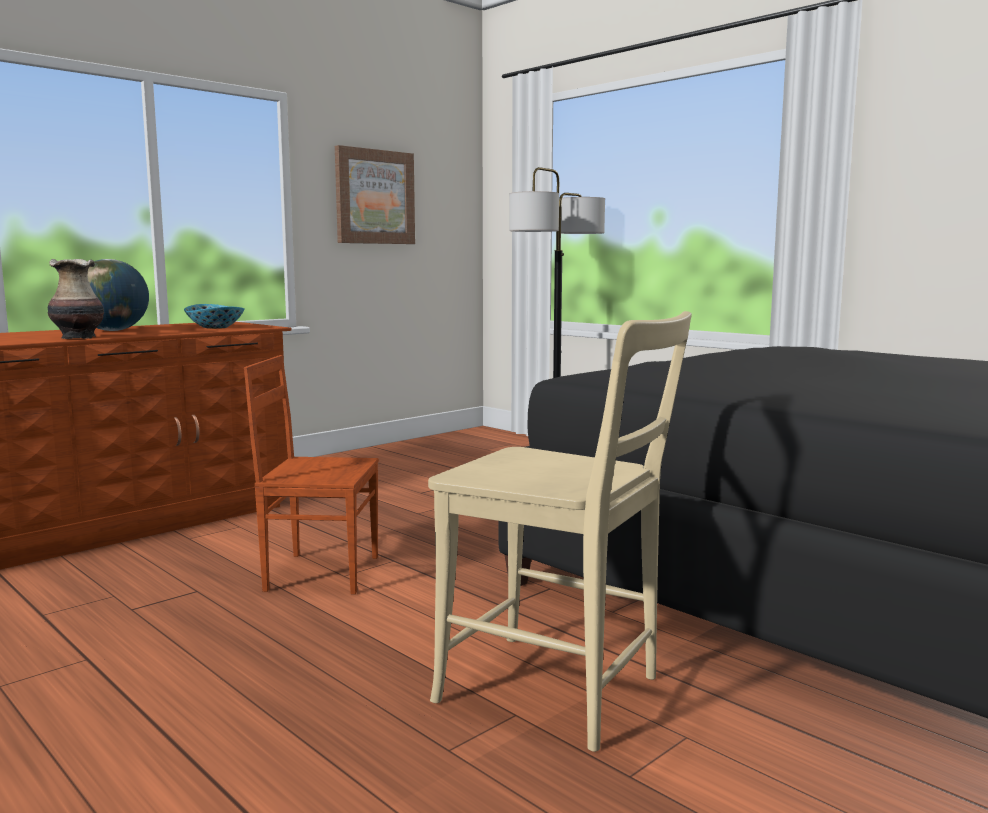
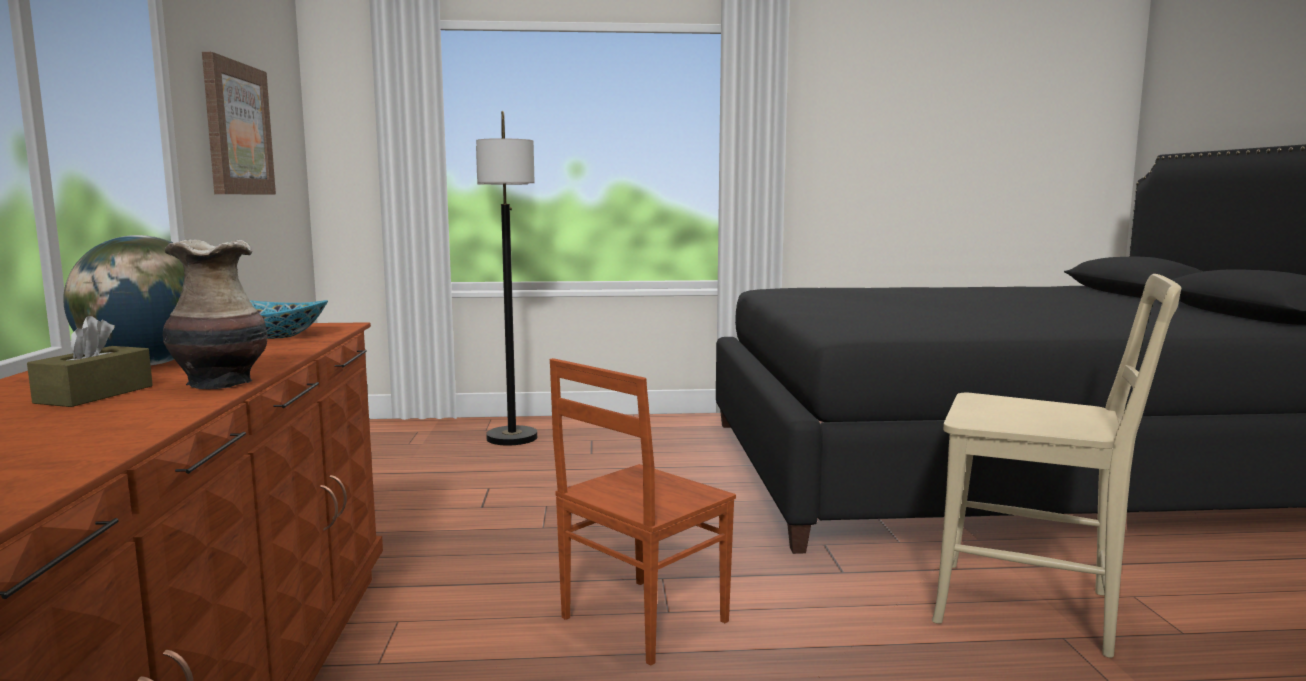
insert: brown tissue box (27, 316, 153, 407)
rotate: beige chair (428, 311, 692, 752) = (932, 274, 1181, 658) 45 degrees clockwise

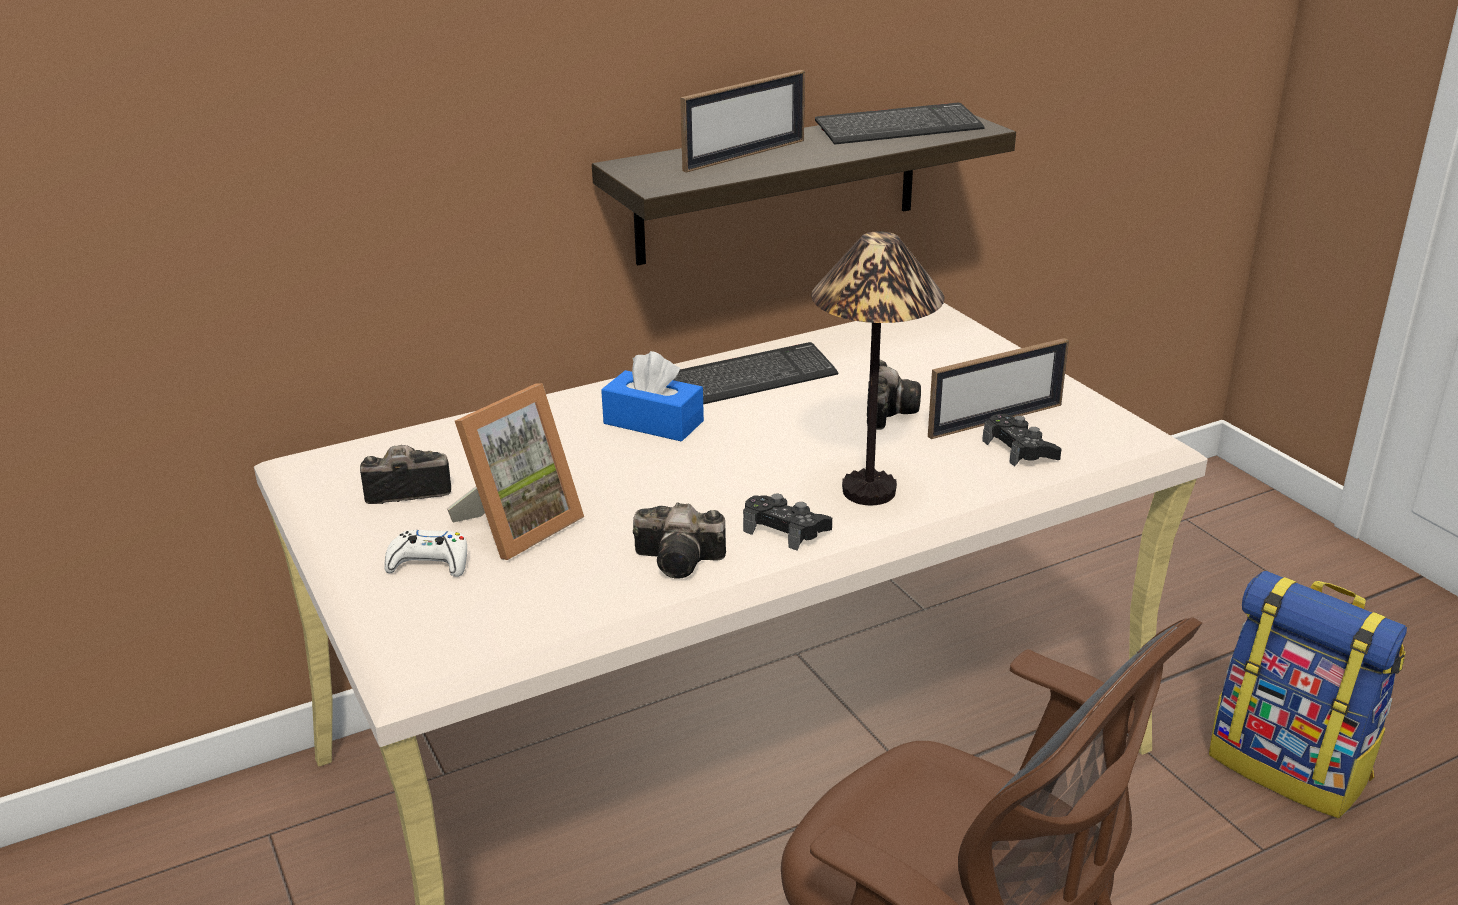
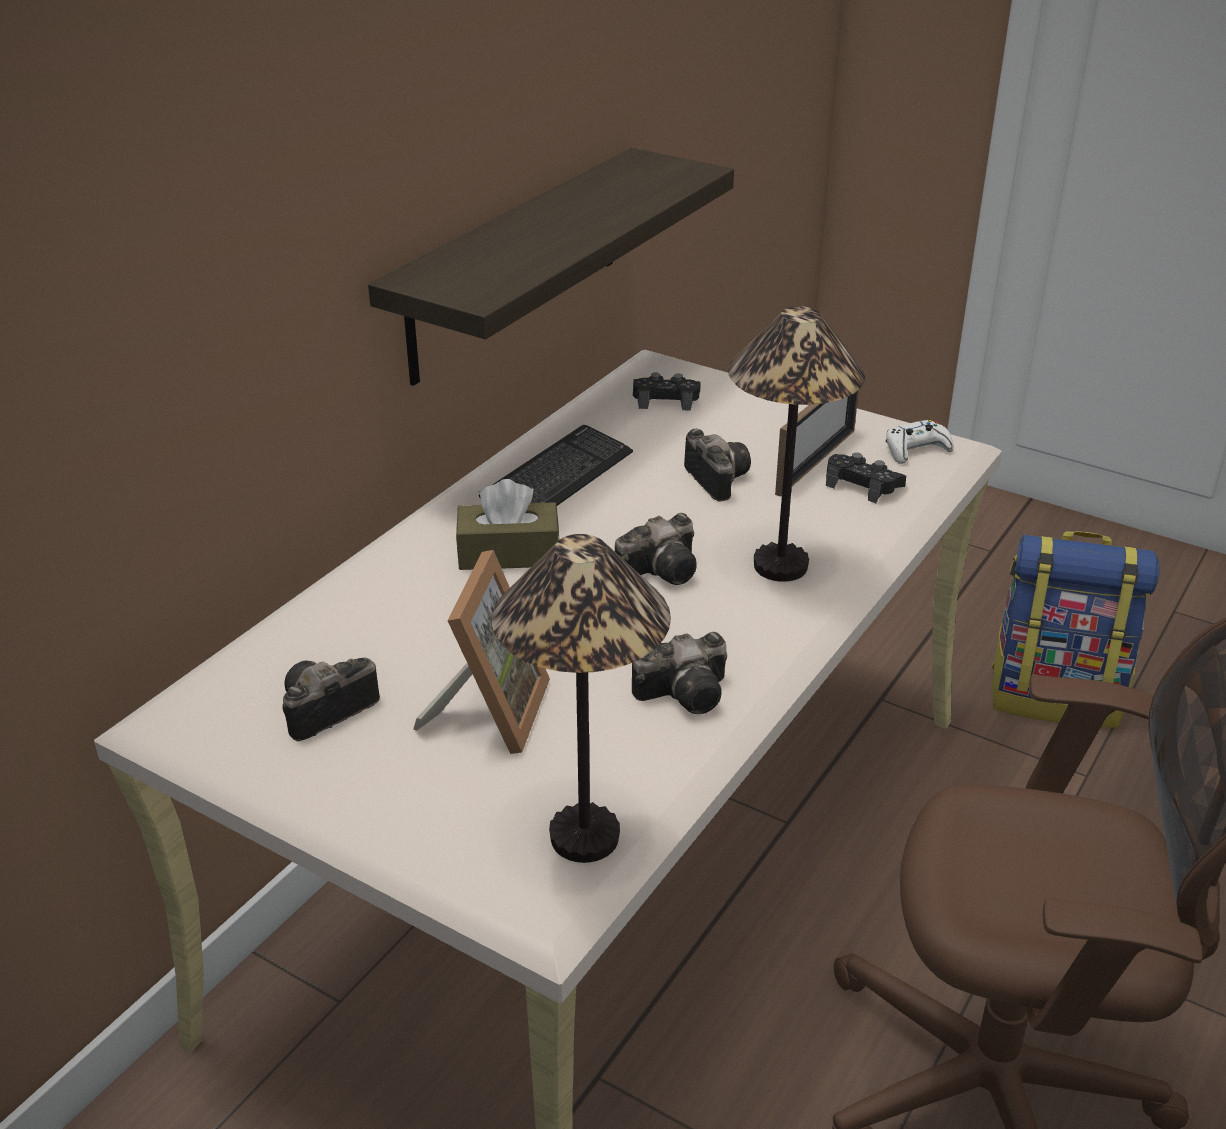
delete: picture frame (680, 70, 805, 173); keyboard (815, 103, 985, 145)
insert: table lamp (492, 534, 671, 863); photo camera (615, 513, 697, 585)
move: black game controller (743, 494, 832, 551) to (633, 373, 701, 411); white game controller (384, 530, 467, 577) to (886, 420, 954, 464)
recolor: blue tissue box (601, 351, 704, 442) to brown tissue box (456, 479, 559, 570)

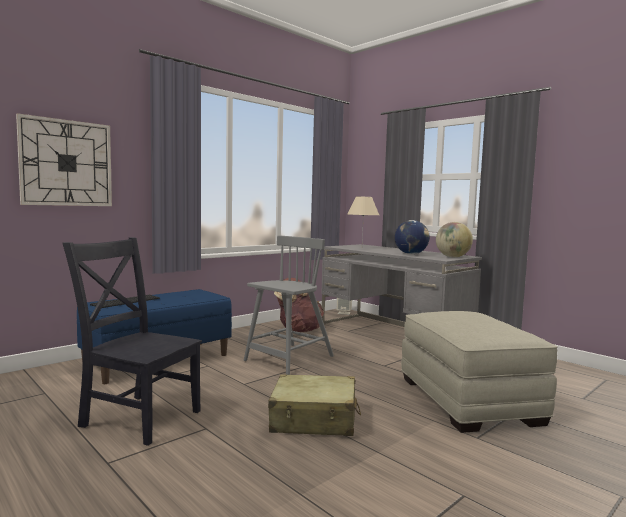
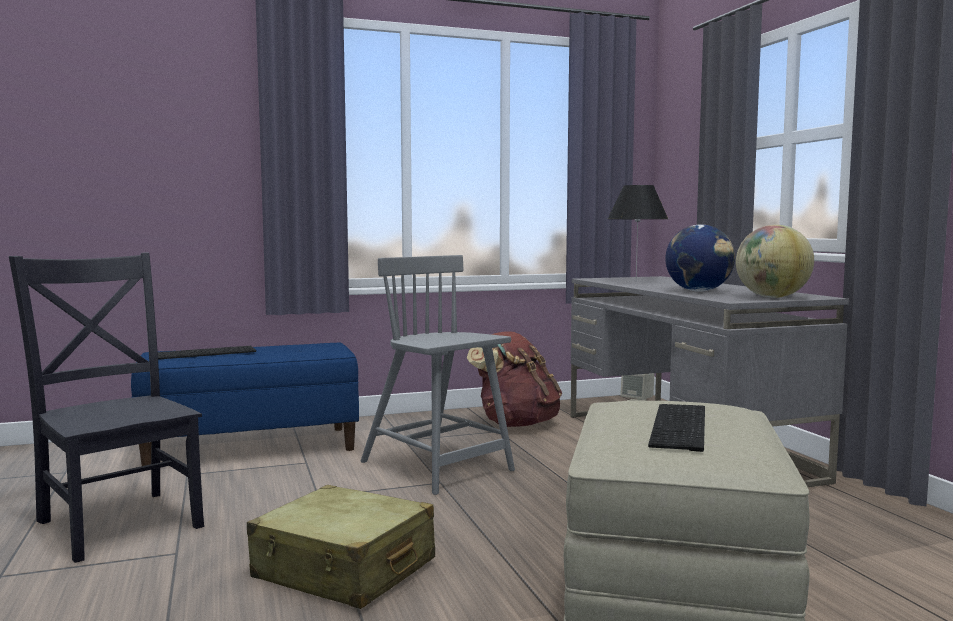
delete: wall clock (16, 113, 112, 206)
insert: keyboard (648, 404, 705, 452)
recolor: beige table lamp (348, 197, 379, 240) to black table lamp (608, 185, 668, 282)
rotate: grey chair (244, 235, 334, 375) = (361, 255, 515, 495) 105 degrees counterclockwise

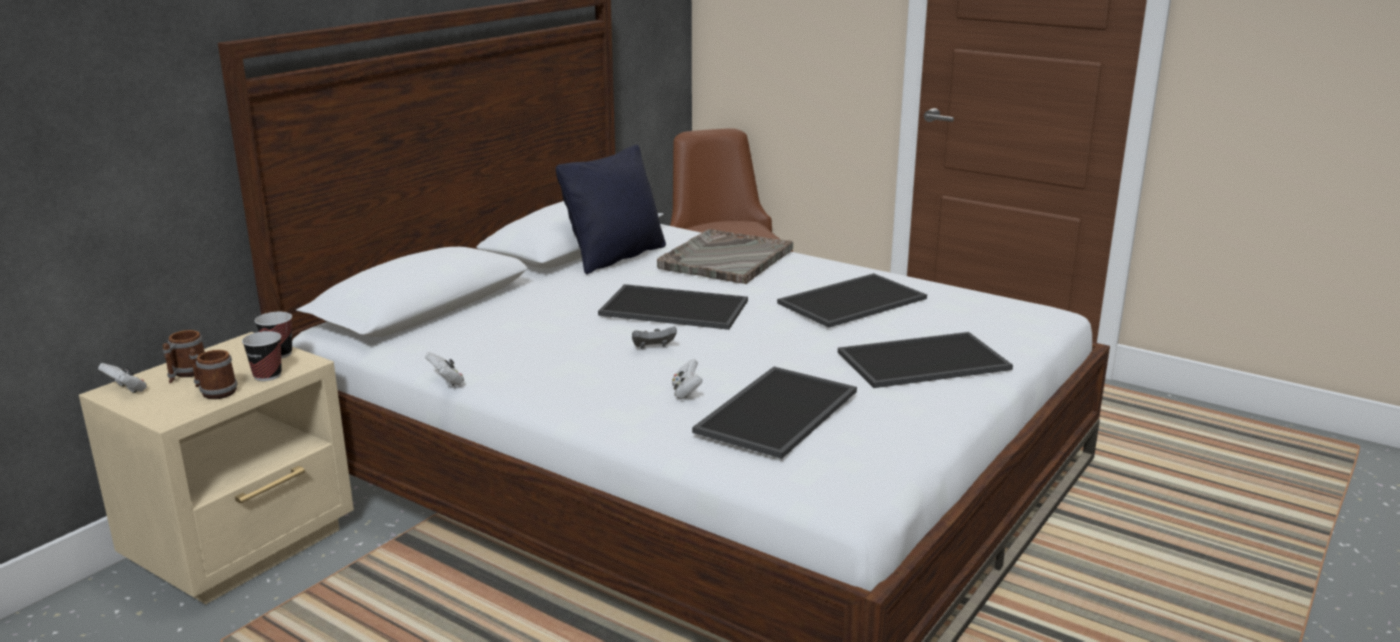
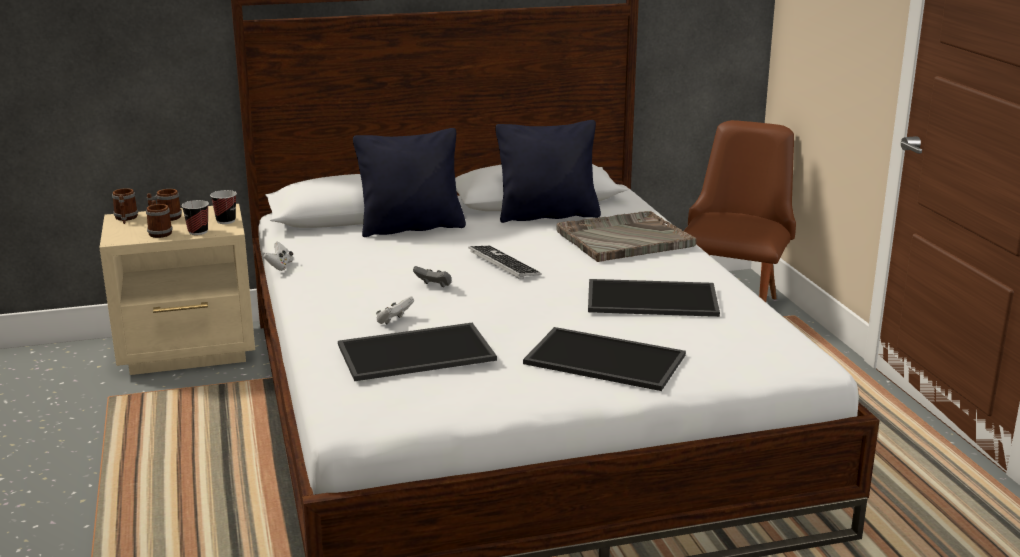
insert: black pillow (353, 128, 466, 237)
replace: white game controller (98, 363, 147, 393) to mug (112, 188, 138, 224); tray (598, 284, 748, 330) to keyboard (468, 246, 542, 279)

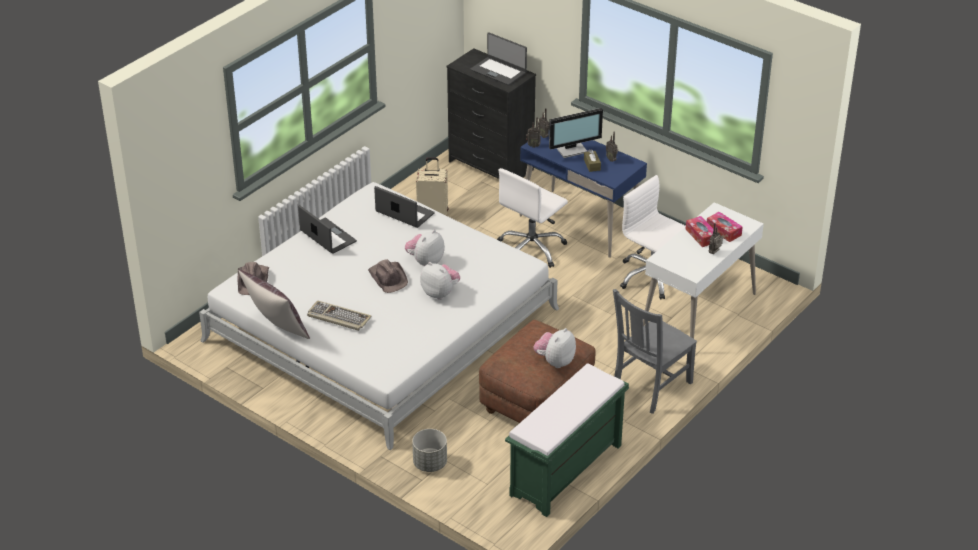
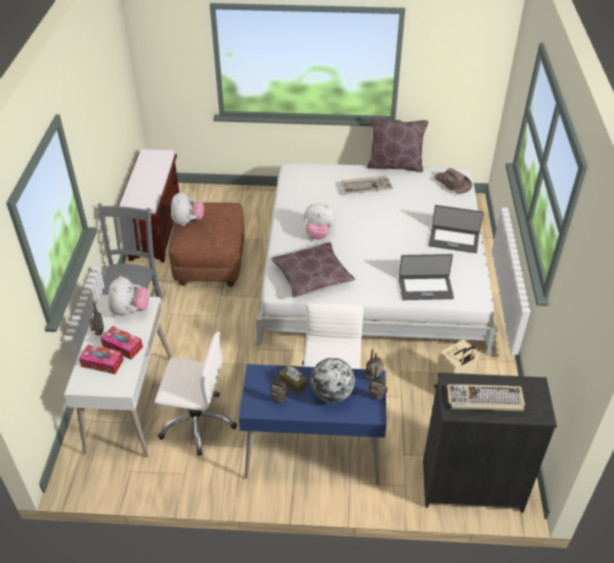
delete: brown hat (368, 259, 408, 293); grey planter (412, 429, 447, 472)
insert: brown pillow (272, 242, 356, 298)
move: plush toy (405, 230, 444, 266) to (108, 276, 149, 316)
replace: monitor (549, 108, 603, 158) to globe (310, 358, 355, 403); laptop (471, 32, 527, 86) to keyboard (447, 384, 525, 411)
recolor: green bench (505, 364, 629, 517) to brown bench (118, 149, 180, 263)

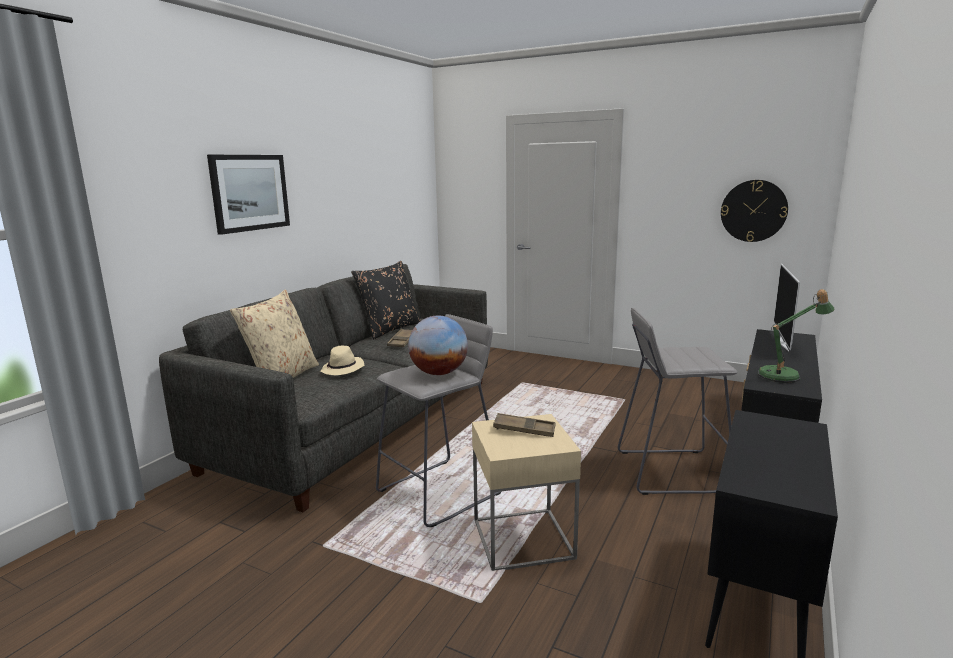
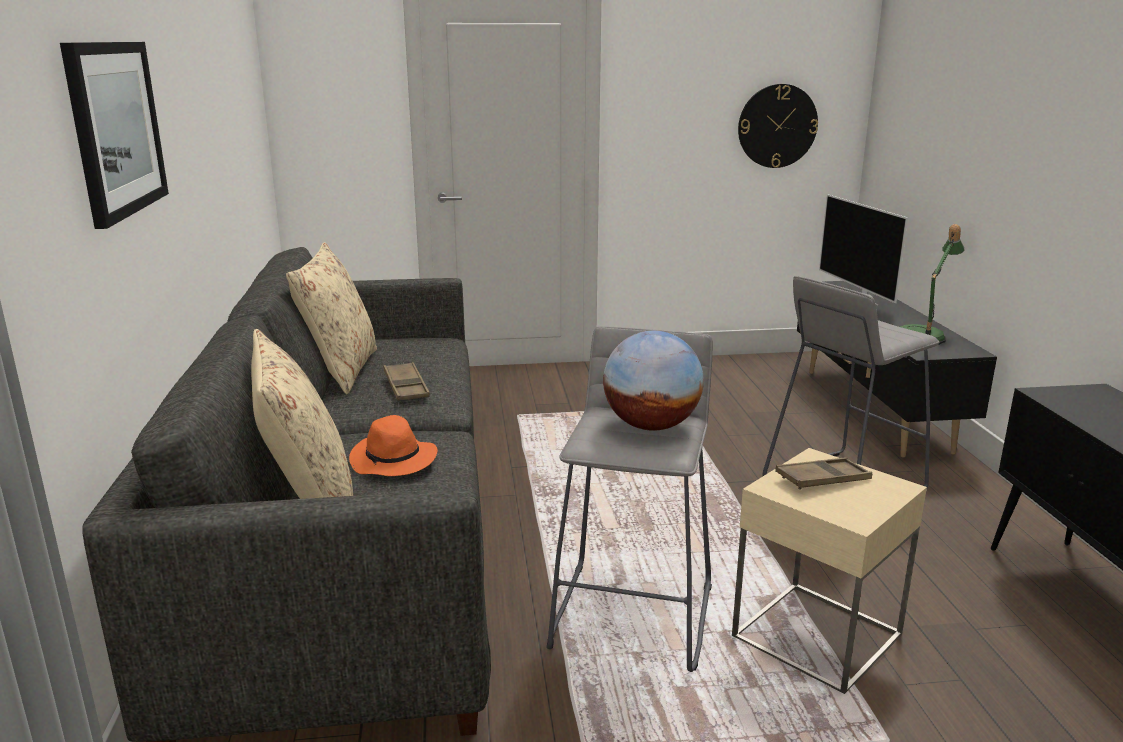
recolor: black pillow (351, 261, 421, 340) to beige pillow (286, 242, 377, 394); beige hat (320, 346, 365, 375) to orange hat (349, 415, 437, 476)

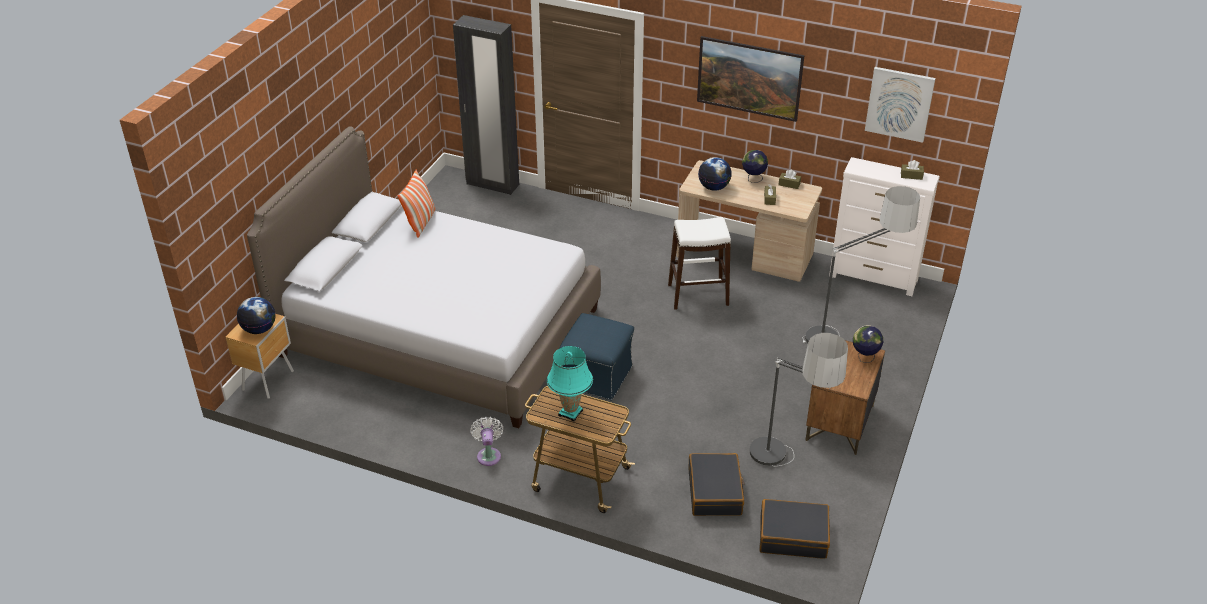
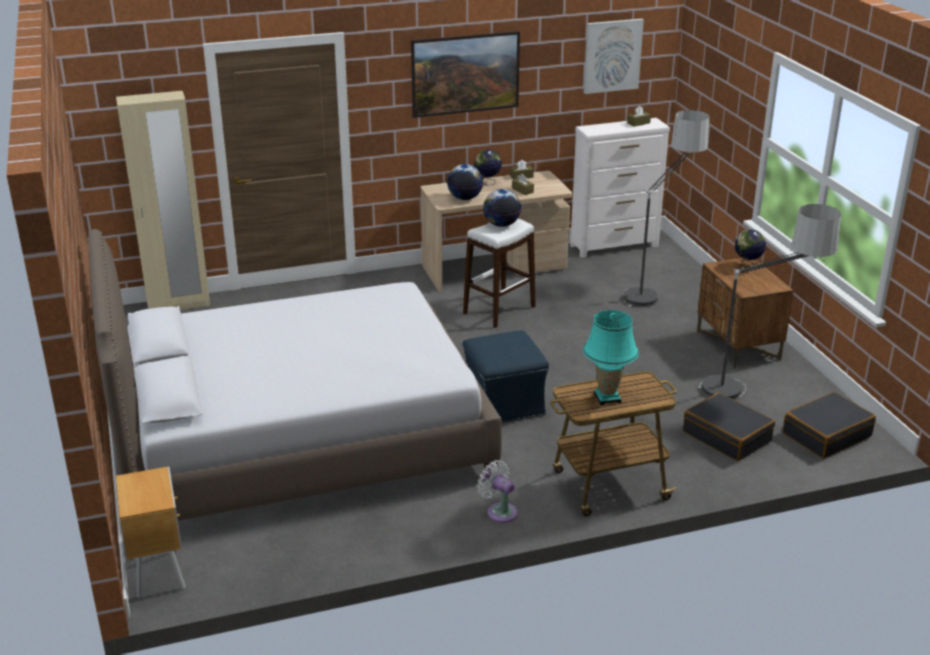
delete: pillow (398, 170, 436, 238)
move: globe (237, 297, 276, 334) to (483, 189, 521, 227)
recolor: black wardrobe (453, 15, 519, 195) to beige wardrobe (116, 91, 210, 310)

